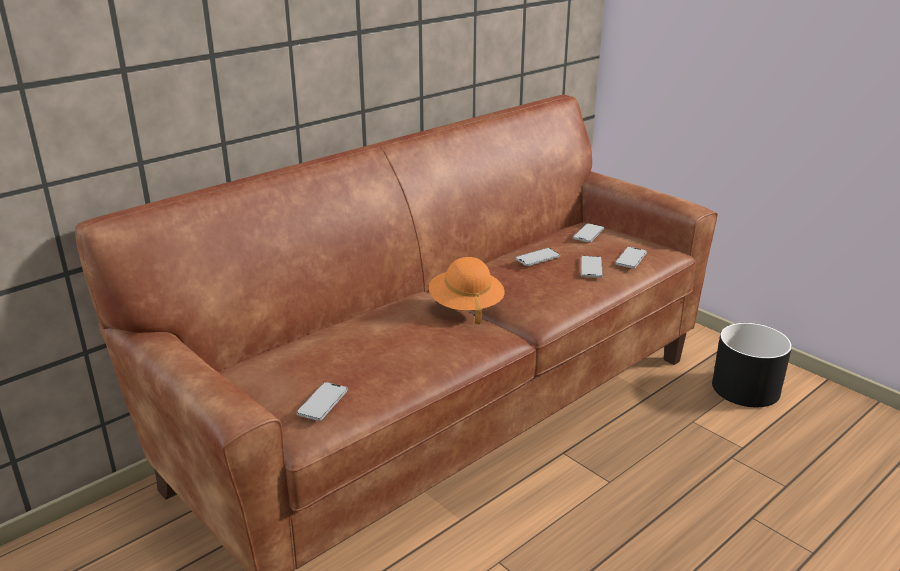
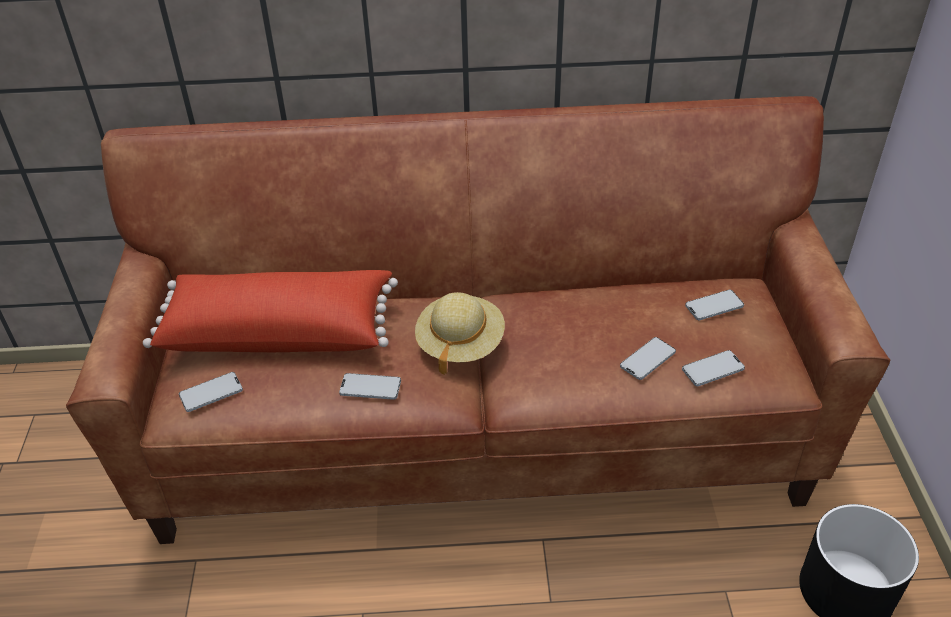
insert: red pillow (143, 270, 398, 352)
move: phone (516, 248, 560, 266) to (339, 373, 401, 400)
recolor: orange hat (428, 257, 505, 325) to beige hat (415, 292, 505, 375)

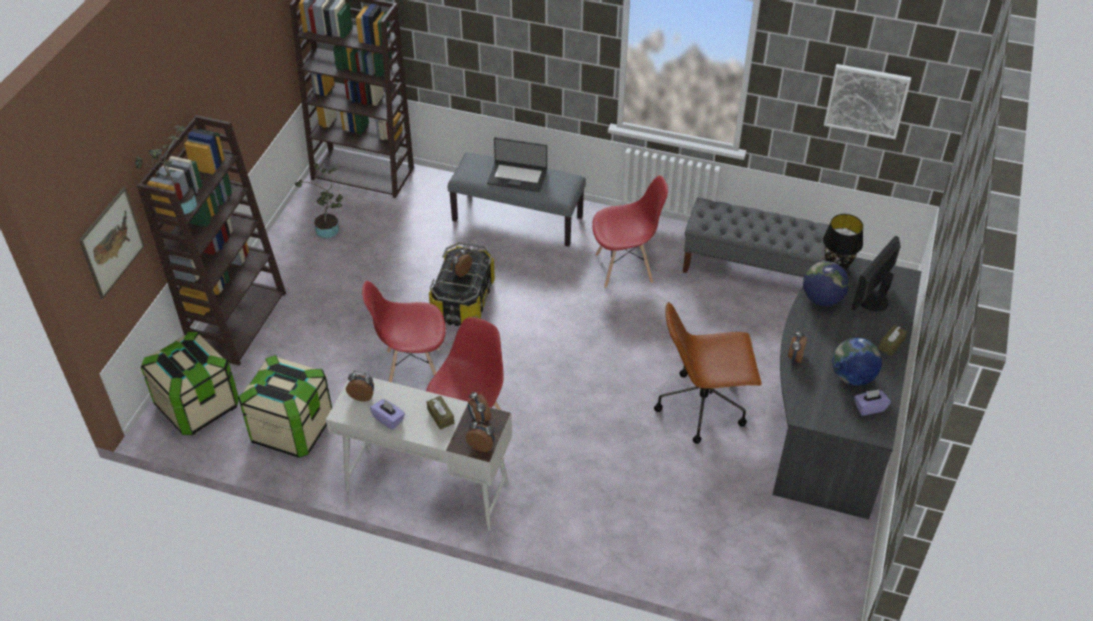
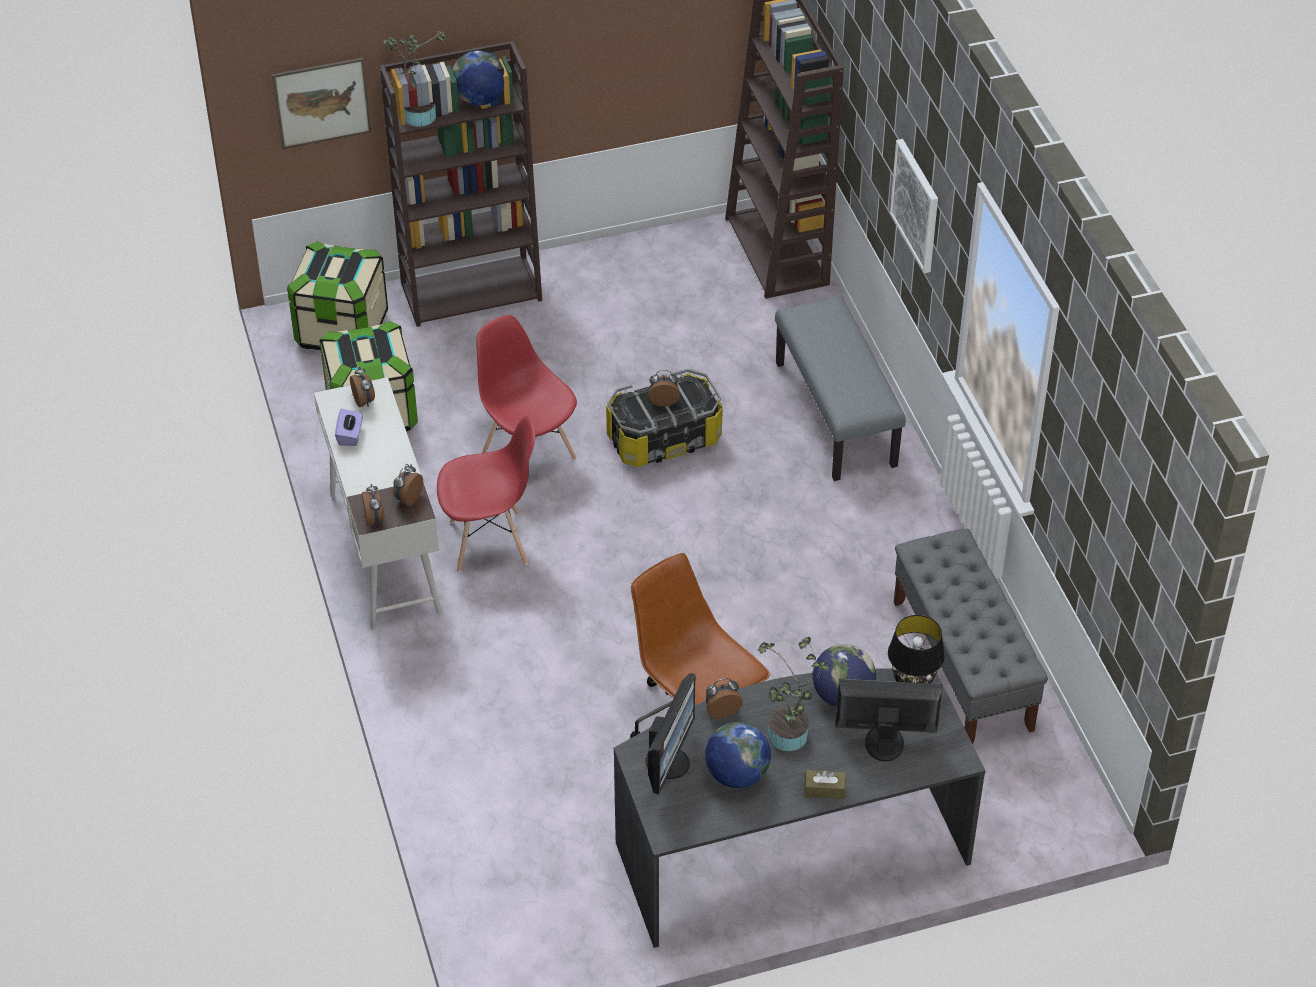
delete: brown tissue box (427, 396, 454, 430); laptop (487, 137, 547, 192); red chair (592, 176, 668, 288); purple tissue box (854, 389, 891, 416)
insert: globe (452, 51, 504, 106); monitor (645, 673, 695, 795)
move: potted plant (295, 163, 343, 238) to (758, 637, 830, 751); picture (824, 64, 911, 139) to (890, 139, 938, 273)

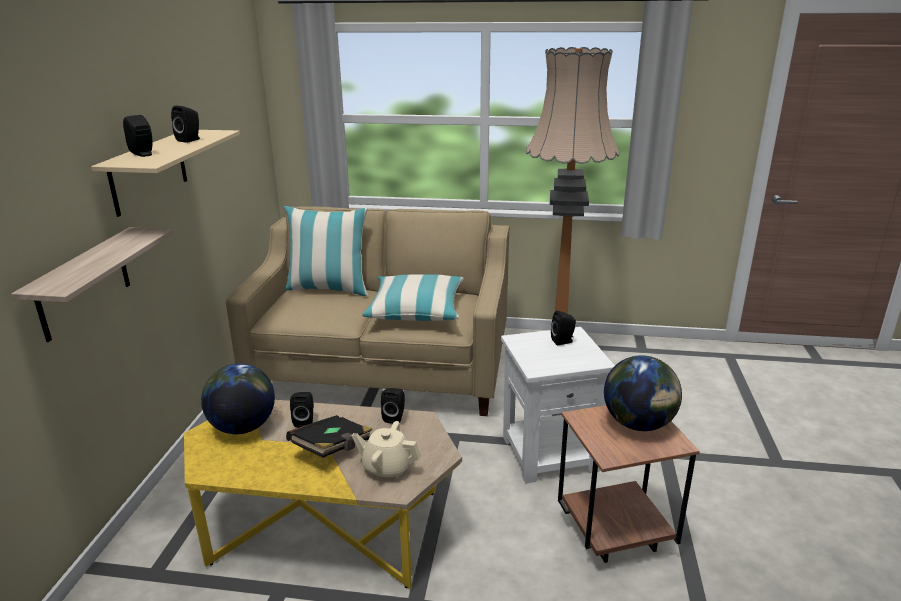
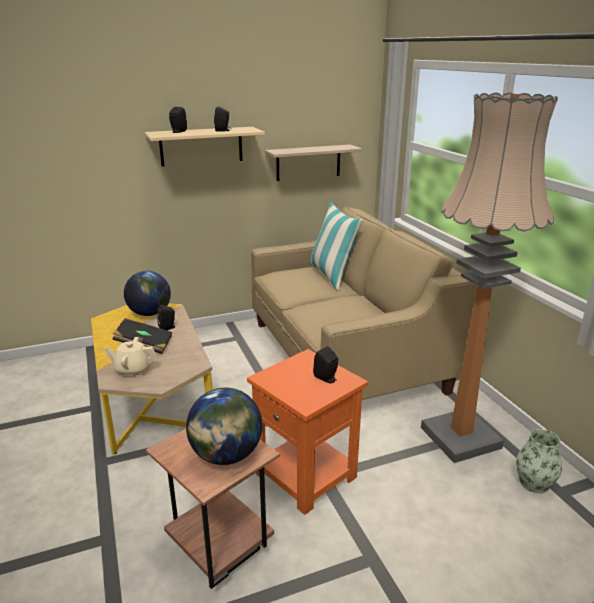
delete: pillow (362, 274, 464, 321); black speaker (381, 388, 405, 424)
insert: vase (516, 429, 562, 493)
move: shelf (11, 227, 173, 342) to (265, 144, 362, 181)
recolor: white side table (501, 327, 615, 483) to orange side table (247, 349, 368, 515)
rotate: beige teapot (352, 421, 421, 480) = (104, 337, 157, 376) 75 degrees counterclockwise

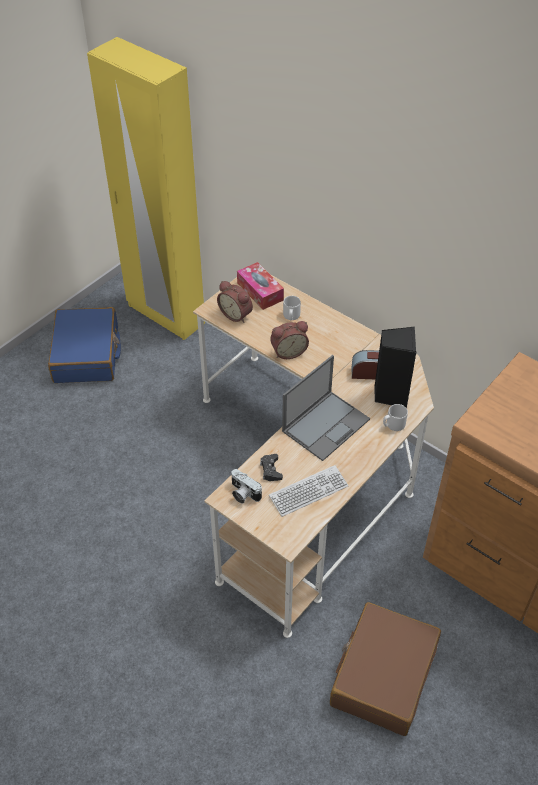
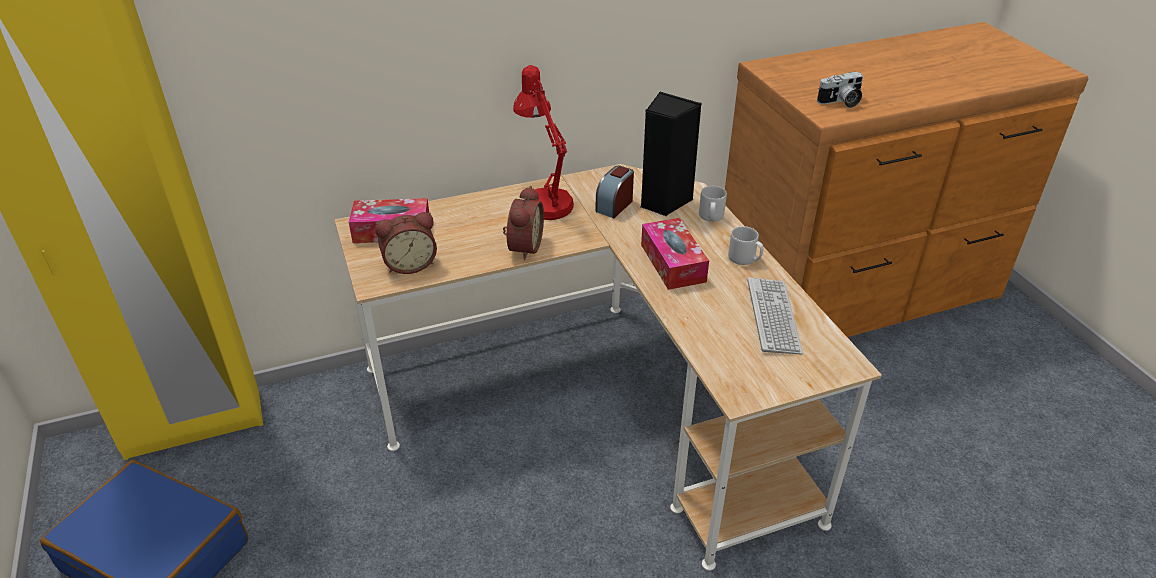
delete: black game controller (260, 454, 283, 481); brown suitcase (330, 602, 441, 736)
insert: red table lamp (513, 65, 574, 220)
move: grey mug (283, 296, 301, 320) to (728, 226, 763, 265); photo camera (231, 469, 262, 504) to (817, 71, 863, 108)
replace: laptop (282, 355, 370, 461) to tissue box (641, 218, 709, 290)

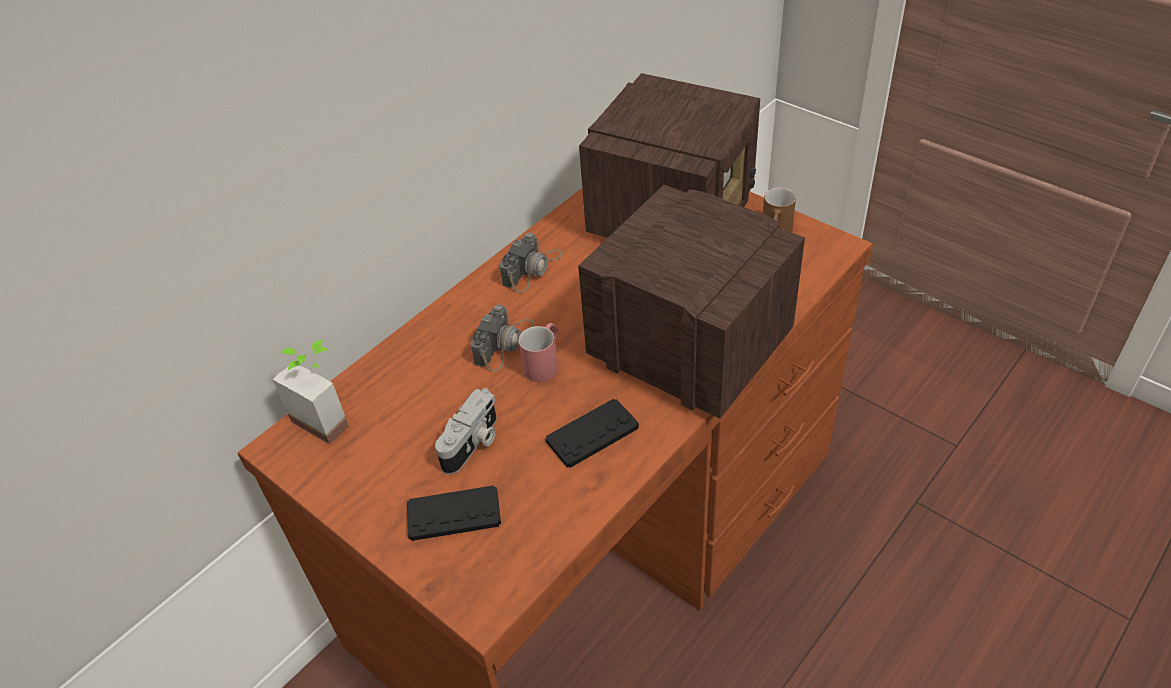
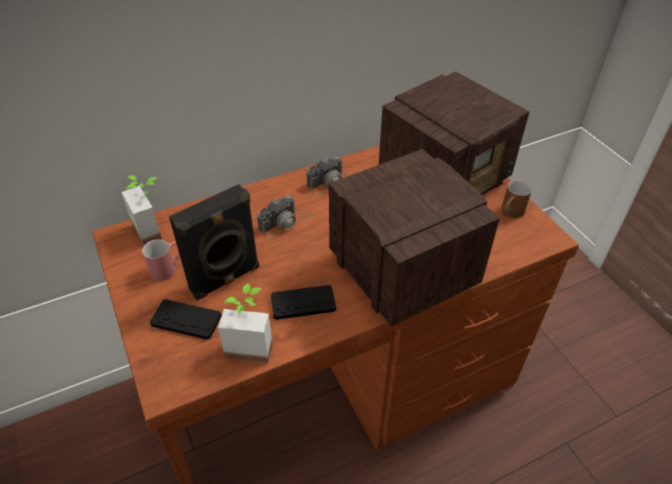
insert: potted plant (218, 283, 273, 363)
move: red mug (519, 323, 559, 382) to (142, 239, 180, 281)
replace: photo camera (435, 388, 497, 475) to black speaker (169, 184, 260, 300)

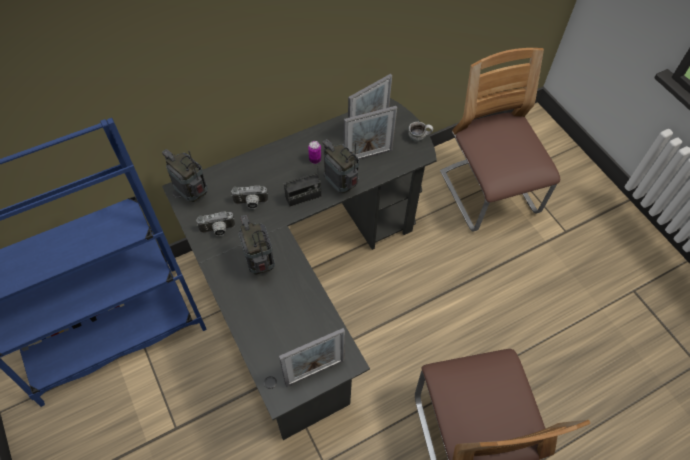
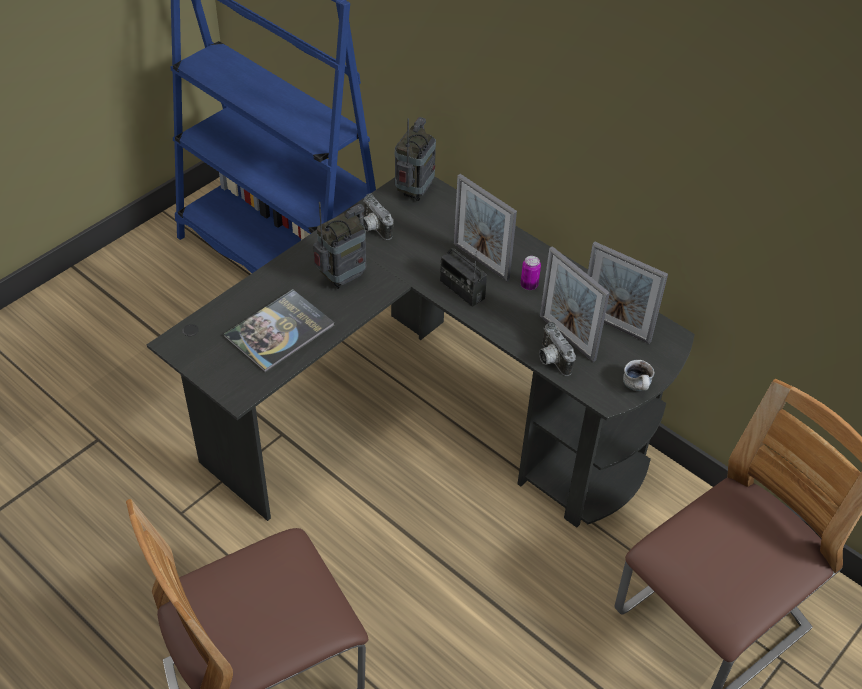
delete: radio (323, 139, 359, 193)
insert: book (224, 289, 334, 373)
move: picture frame (279, 328, 345, 387) to (454, 174, 517, 281); photo camera (231, 185, 268, 209) to (539, 322, 576, 376)

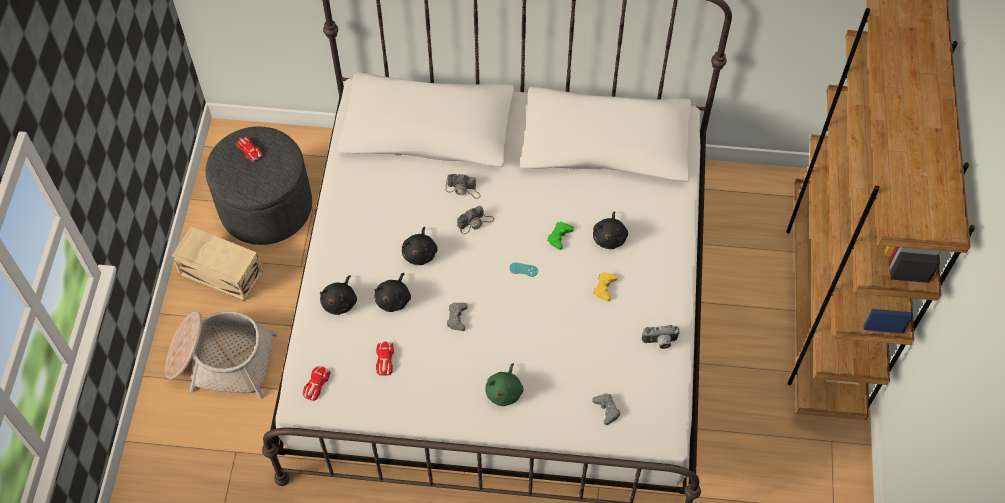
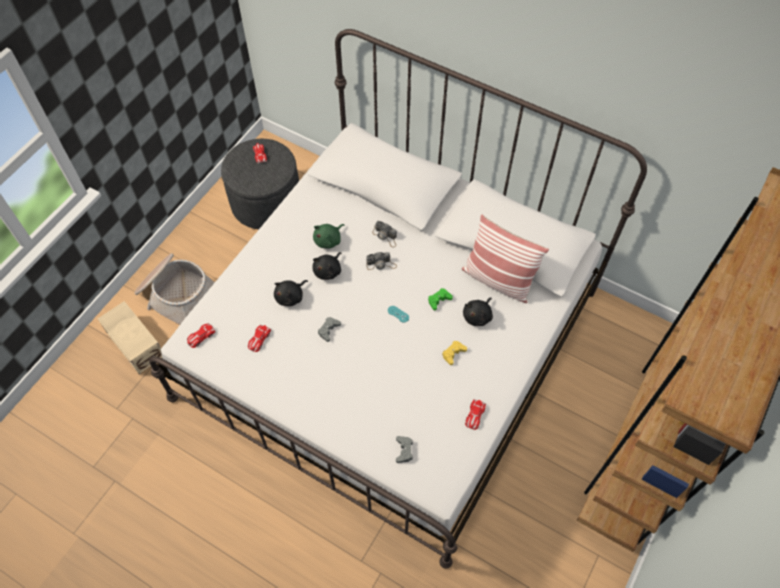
delete: black plush toy (320, 275, 357, 315)
insert: pillow (462, 214, 549, 303)
move: beige storage box (172, 226, 263, 301) to (98, 301, 162, 375); green plush toy (485, 363, 524, 406) to (313, 224, 344, 248)
replace: photo camera (642, 325, 680, 349) to toy car (465, 399, 486, 430)

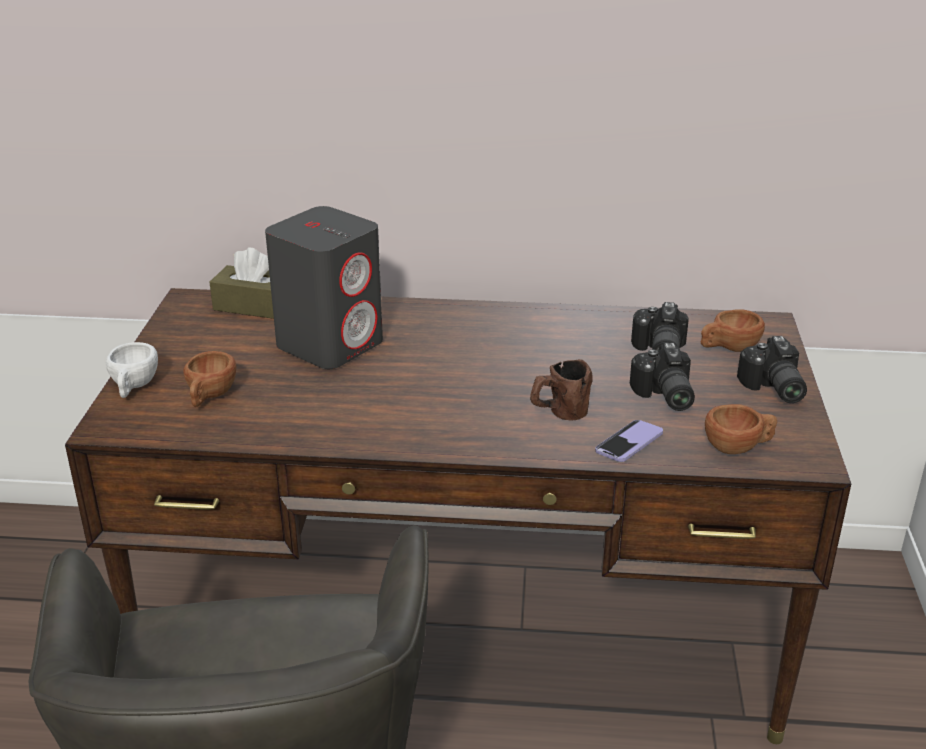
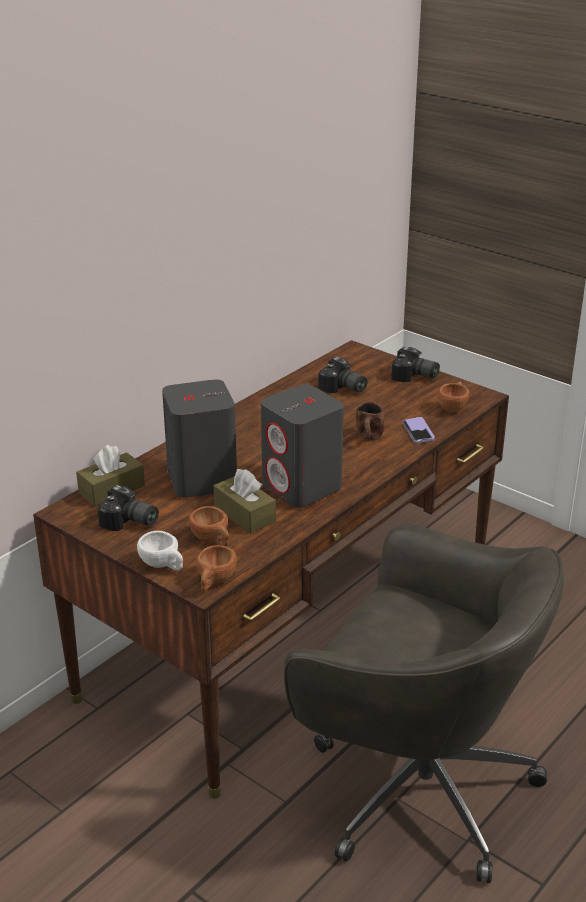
insert: brown tissue box (214, 469, 276, 534); grey speaker (261, 384, 344, 508)
move: photo camera (630, 343, 695, 411) to (98, 485, 159, 531); brown cup (701, 309, 765, 352) to (196, 545, 237, 592)

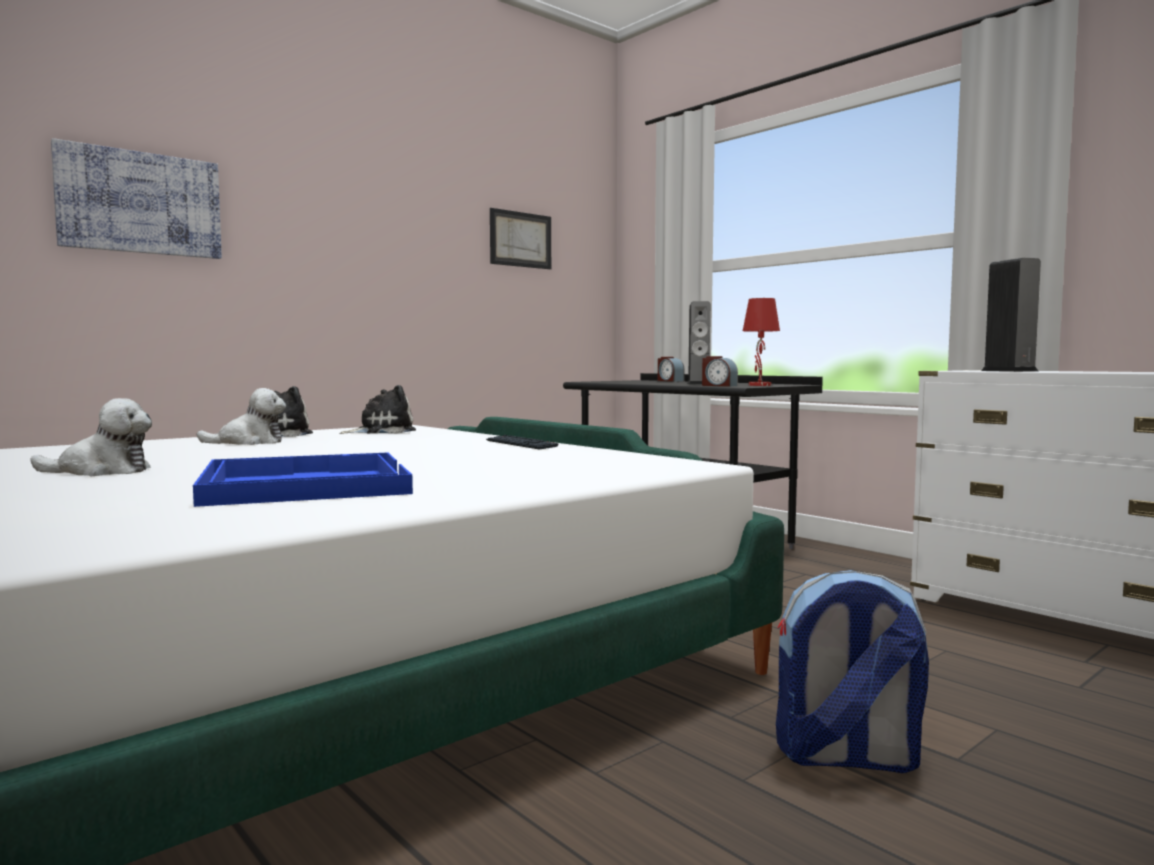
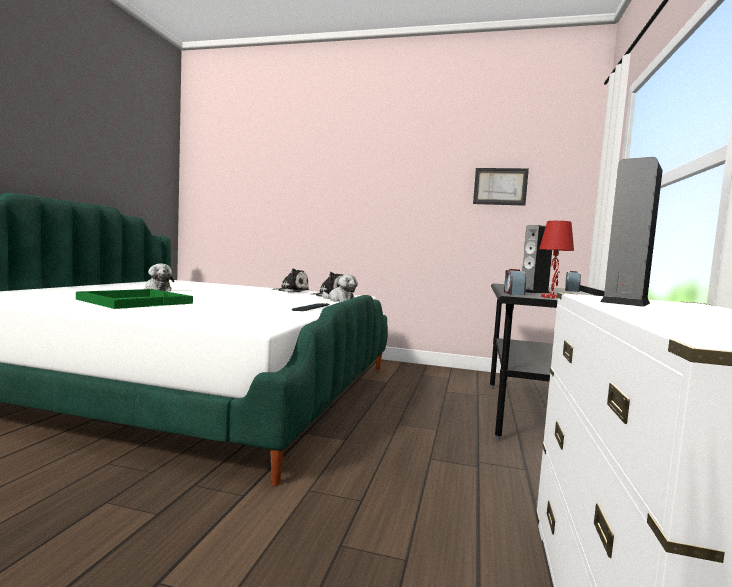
delete: picture (51, 138, 222, 259); backpack (776, 570, 929, 773)
move: plush toy (197, 388, 286, 445) to (322, 274, 358, 302)
recolor: blue tray (193, 453, 413, 507) to green tray (76, 289, 193, 309)

